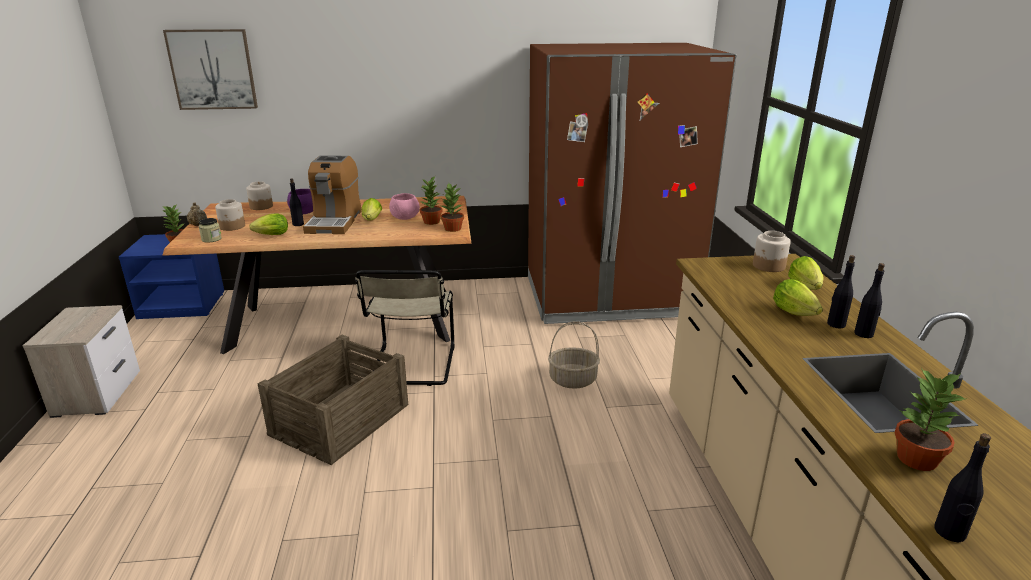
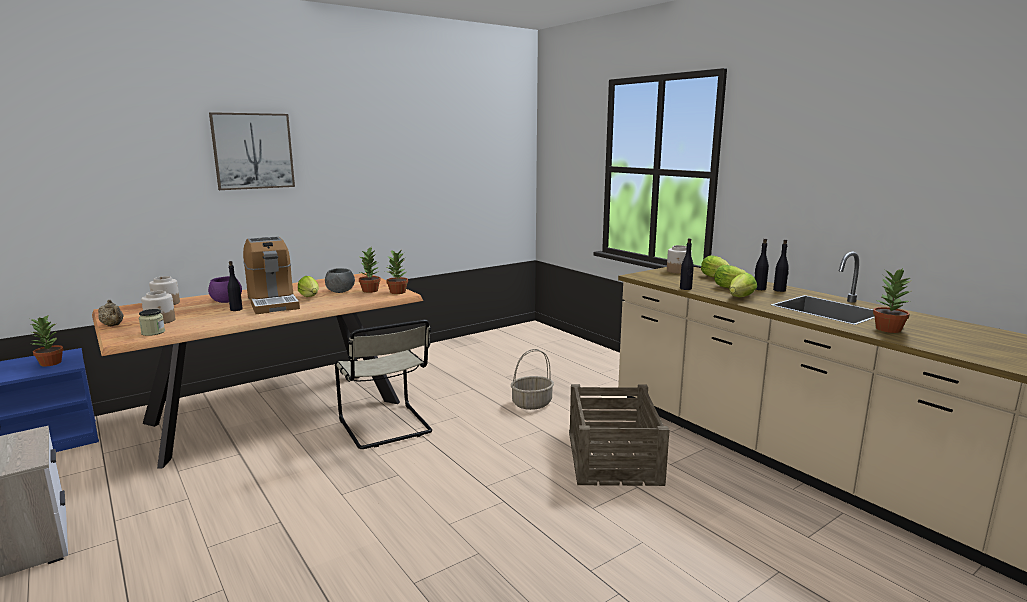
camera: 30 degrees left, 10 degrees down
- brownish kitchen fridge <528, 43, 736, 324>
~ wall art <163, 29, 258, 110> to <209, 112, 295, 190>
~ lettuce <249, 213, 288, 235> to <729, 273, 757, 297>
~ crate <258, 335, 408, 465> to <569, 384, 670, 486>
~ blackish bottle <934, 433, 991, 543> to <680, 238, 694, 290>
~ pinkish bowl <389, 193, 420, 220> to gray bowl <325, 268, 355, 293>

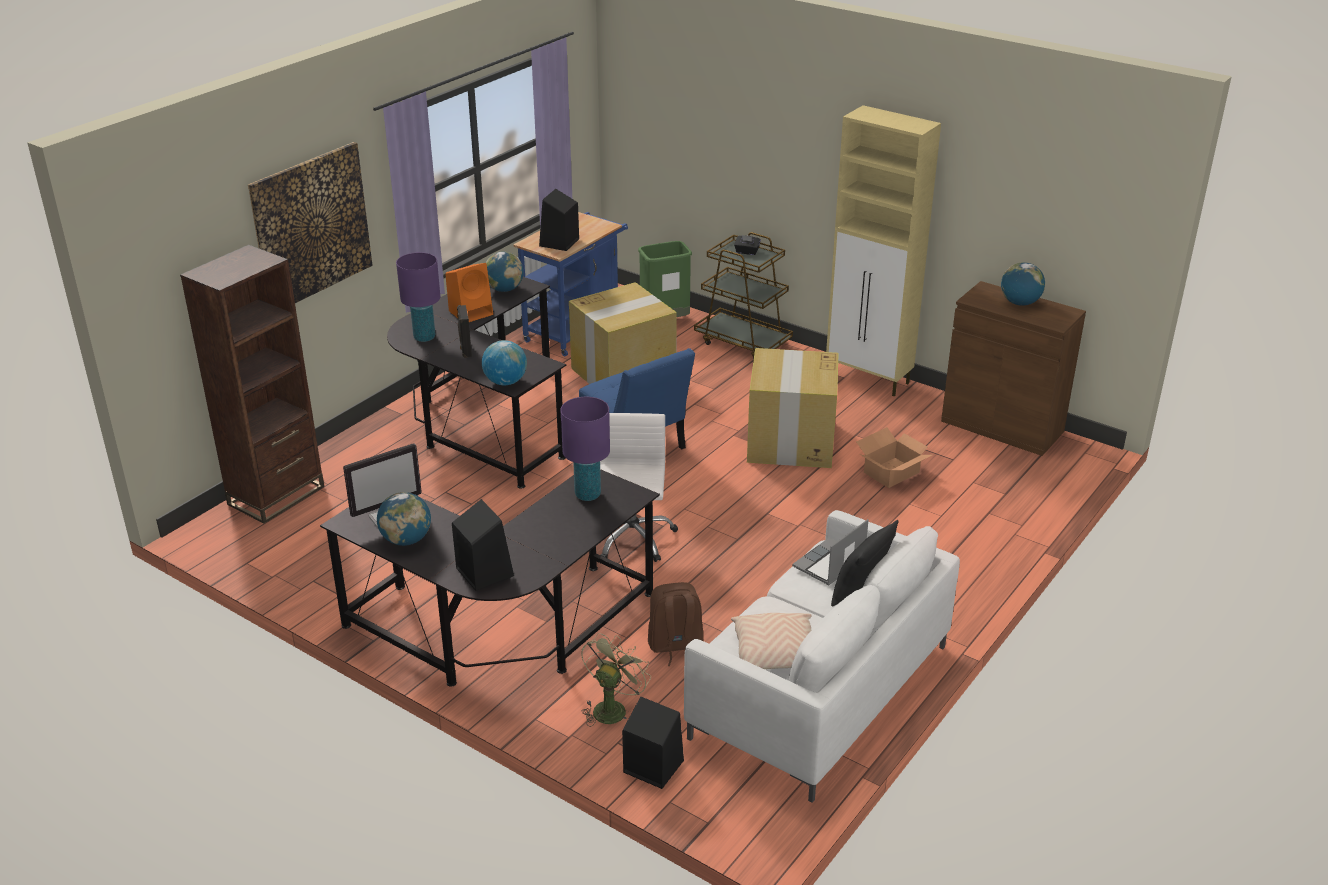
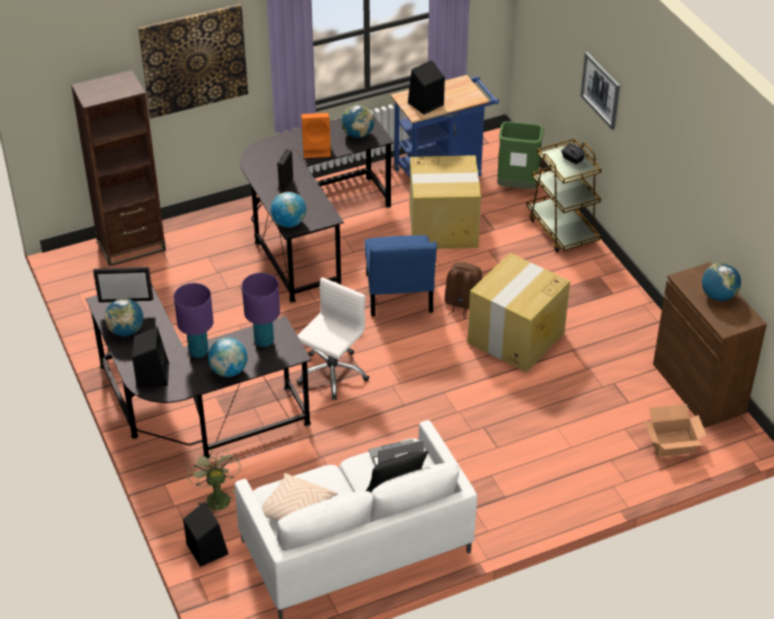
camera: 30 degrees right, 10 degrees up
- sand-coloured storage cabinet <826, 105, 941, 396>
+ globe <208, 338, 247, 377>
+ wall art <581, 52, 620, 130>
~ purplish table lamp <396, 252, 440, 342> to <174, 283, 214, 358>
~ brownish rucksack <648, 582, 703, 666> to <445, 262, 482, 319>
~ carton <856, 427, 932, 488> to <644, 404, 707, 457>
~ greenish electric fan <581, 633, 651, 727> = <187, 448, 241, 517> 75 degrees counterclockwise

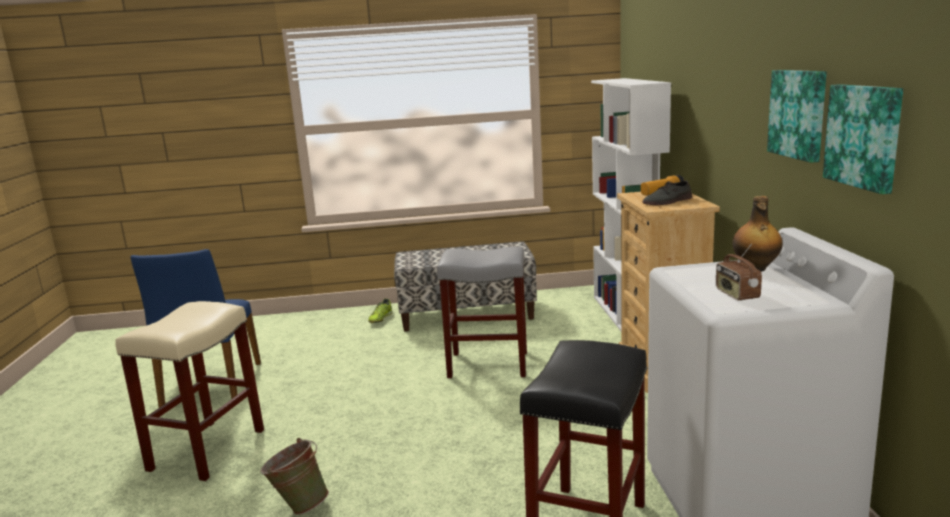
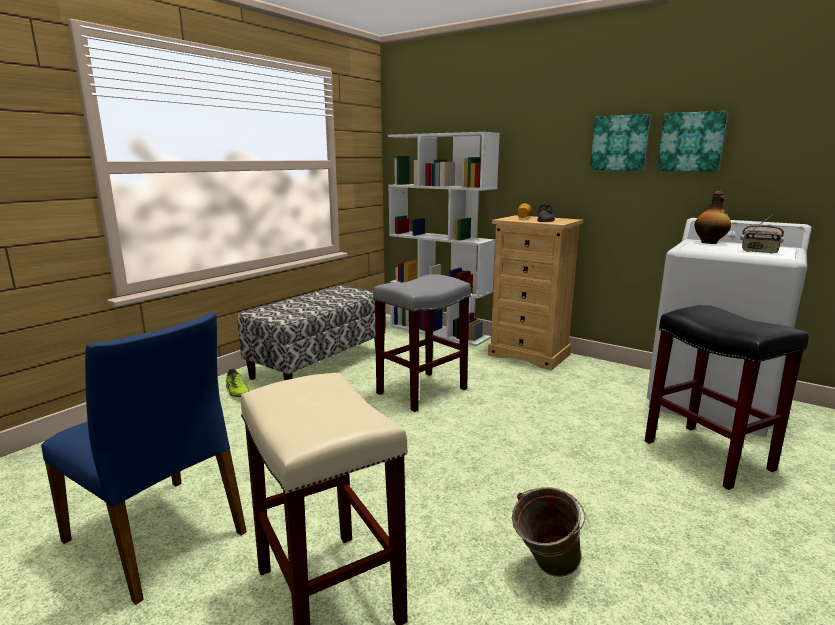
camera: 50 degrees left, 0 degrees up
~ wall art <823, 84, 903, 194> to <590, 114, 650, 170>

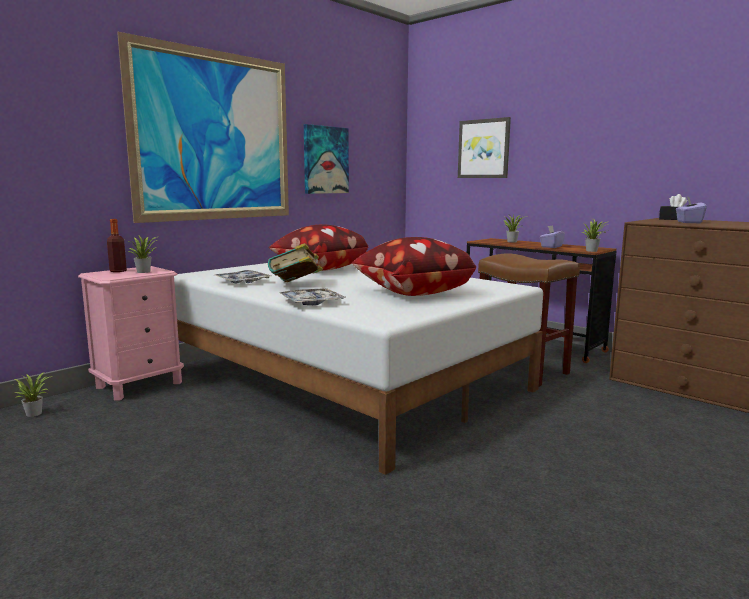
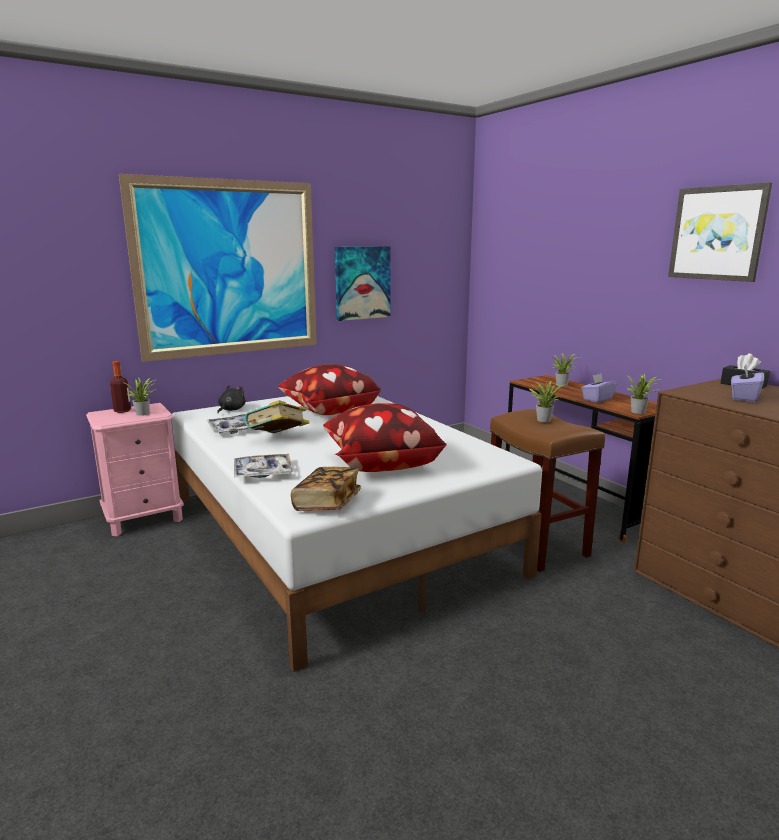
camera: 15 degrees right, 5 degrees up
+ blackish soft toy <217, 385, 246, 413>
+ bound book <291, 467, 361, 511>
~ potted plant <14, 372, 53, 417> to <528, 381, 563, 422>
~ wall art <458, 117, 511, 178> to <668, 182, 772, 282>

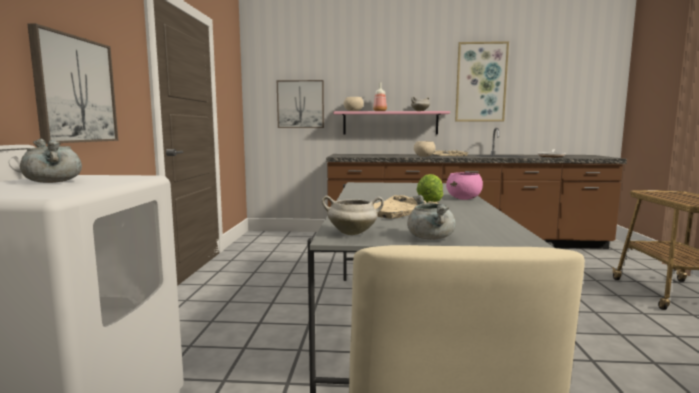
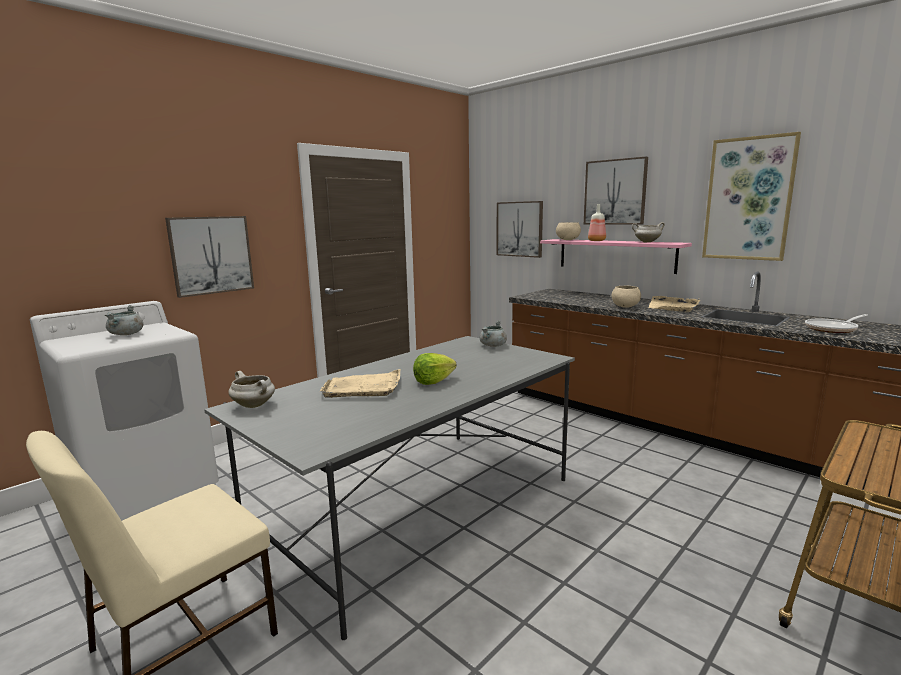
camera: 40 degrees right, 5 degrees up
- pinkish bowl <446, 172, 483, 200>
+ wall art <584, 157, 648, 225>
~ gray stockpot <407, 195, 456, 239> to <480, 320, 507, 347>

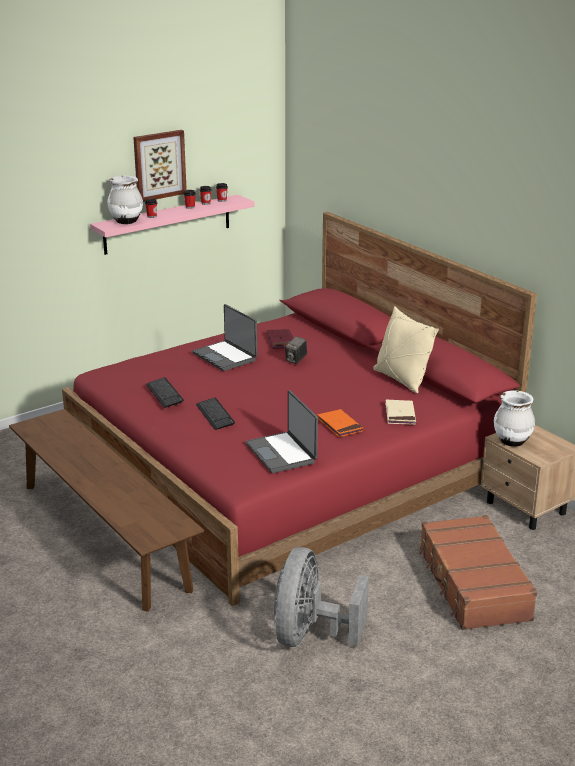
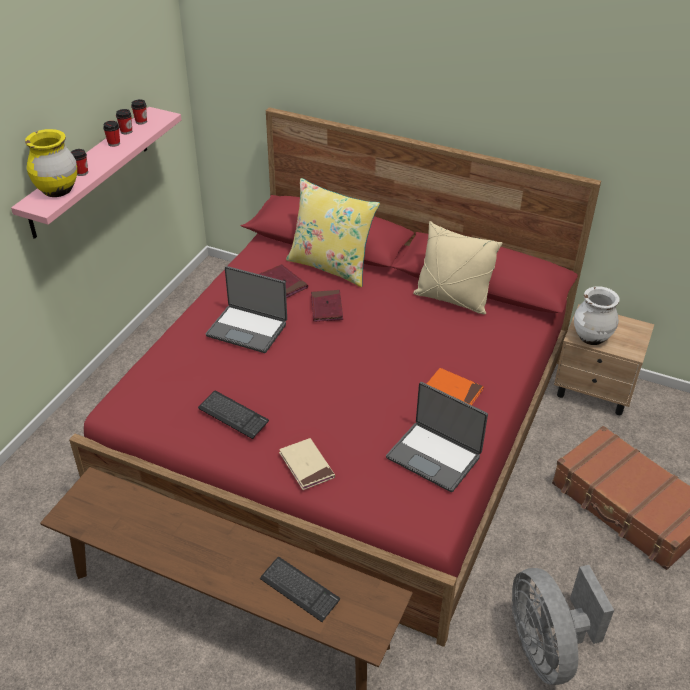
camera: 30 degrees left, 15 degrees up
- wall art <133, 130, 187, 202>
+ yellow-coloured pillow <286, 178, 380, 287>
~ computer keyboard <196, 398, 235, 430> to <260, 557, 340, 622>
~ sand-coloured bound book <385, 400, 416, 425> to <279, 438, 335, 490>
~ still camera <285, 336, 307, 364> to red bound book <311, 290, 343, 322>
~ white-coloured decorative vase <107, 176, 143, 224> to yellow-coloured decorative vase <25, 129, 77, 197>

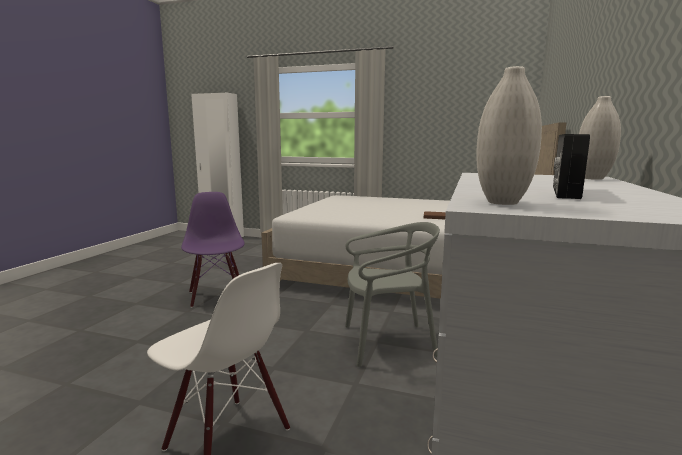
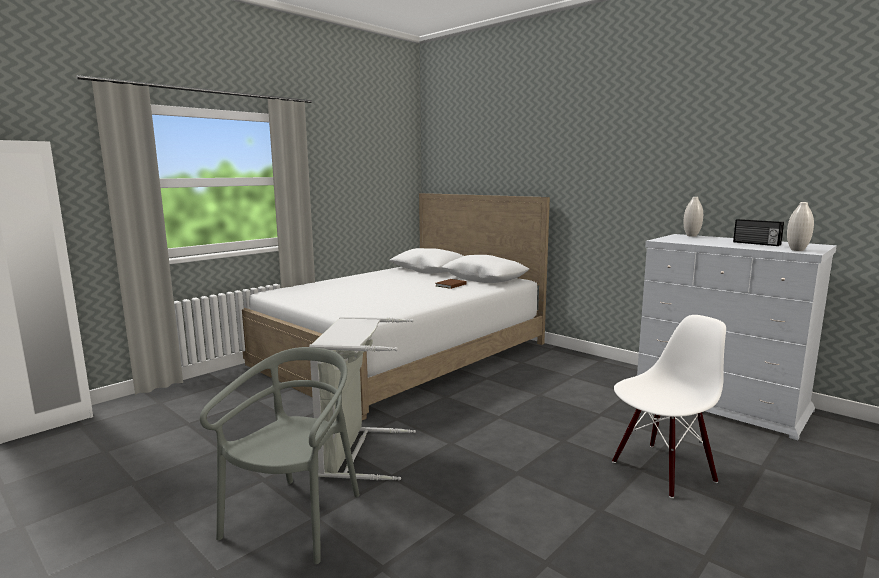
camera: 65 degrees left, 0 degrees up
~ gray upright chair <345, 222, 440, 367> to <200, 347, 360, 564>
~ purplish upright chair <181, 192, 245, 308> to gray washing basket <309, 317, 416, 480>

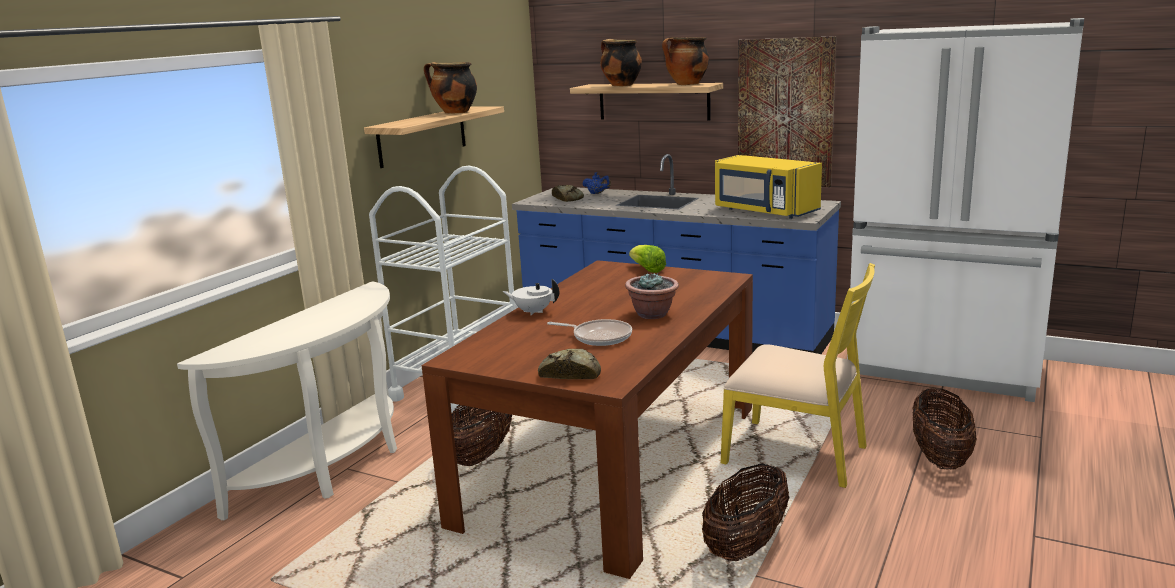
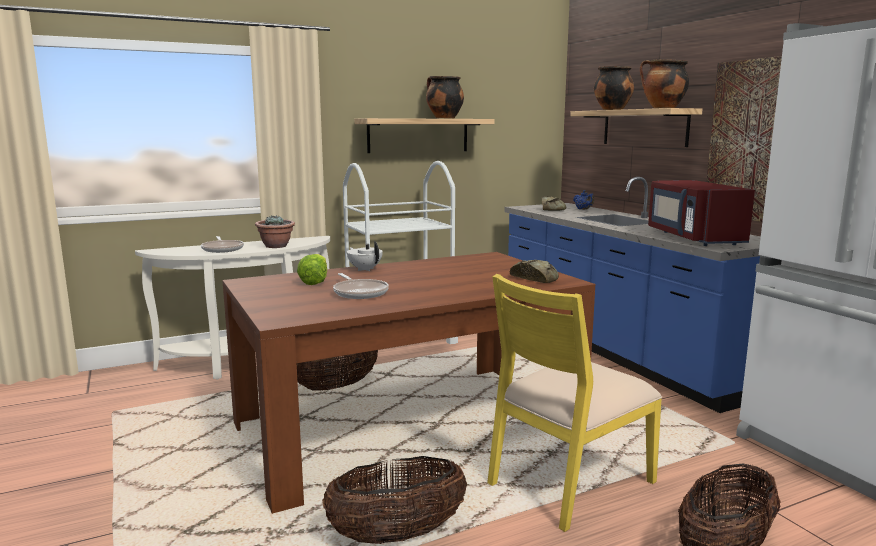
camera: 35 degrees right, 5 degrees down
+ frying pan <201, 236, 244, 253>
~ baked bread <538, 349, 601, 379> to <510, 260, 559, 283>
~ potted plant <625, 273, 679, 319> to <255, 215, 295, 248>
~ lettuce <629, 245, 666, 273> to <297, 254, 327, 285>
~ yellow-coloured microwave <715, 155, 822, 219> to red microwave <648, 180, 755, 246>
~ yellow-coloured upright chair <721, 263, 875, 488> = <487, 274, 662, 532> 75 degrees clockwise

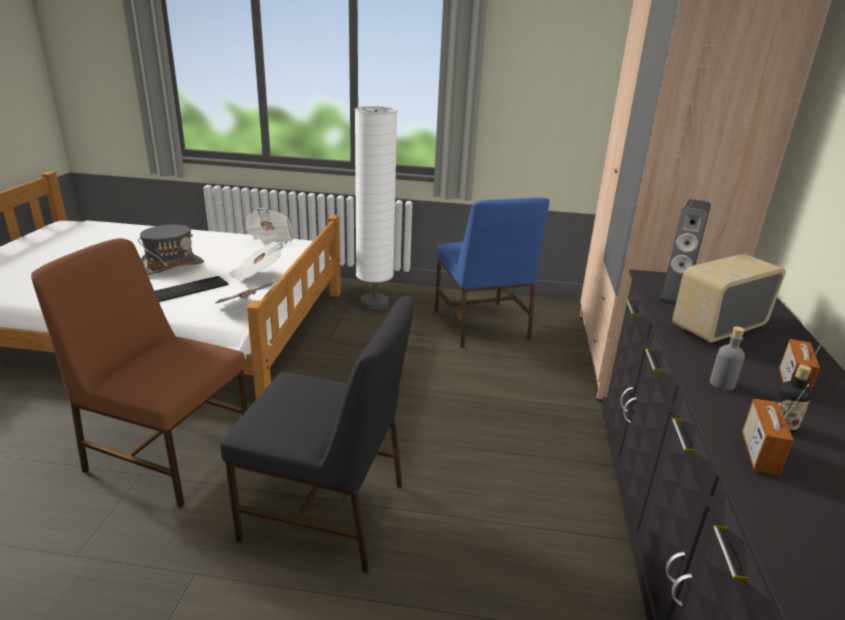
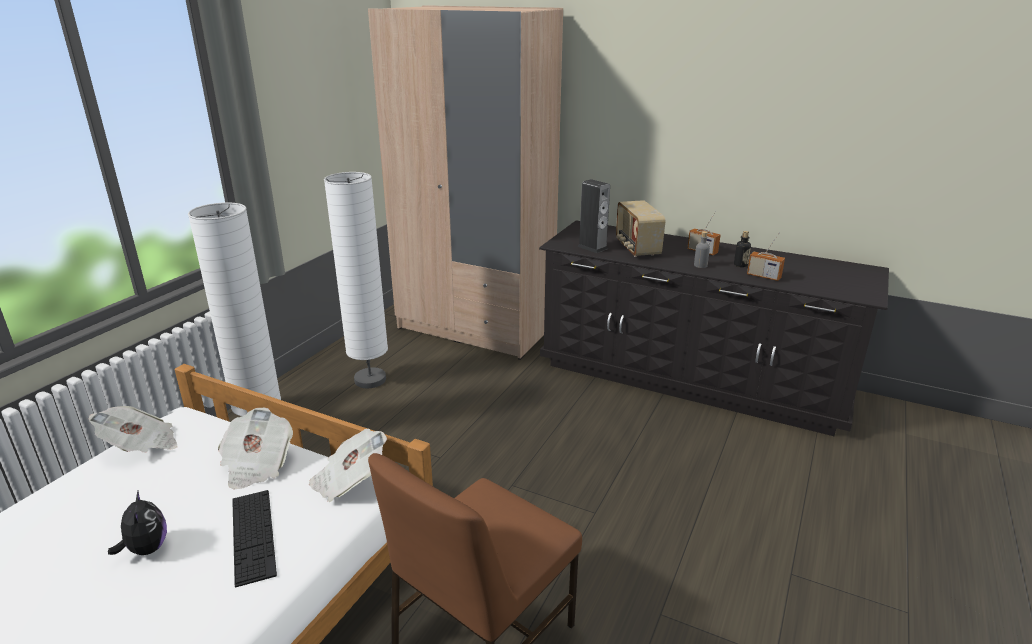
camera: 70 degrees left, 0 degrees up
- blackish upright chair <220, 296, 414, 573>
~ gray clothing hat <138, 224, 204, 275> to soft toy <108, 491, 167, 555>
~ blue upright chair <435, 197, 549, 348> to white-coloured standard lamp <324, 172, 388, 388>

